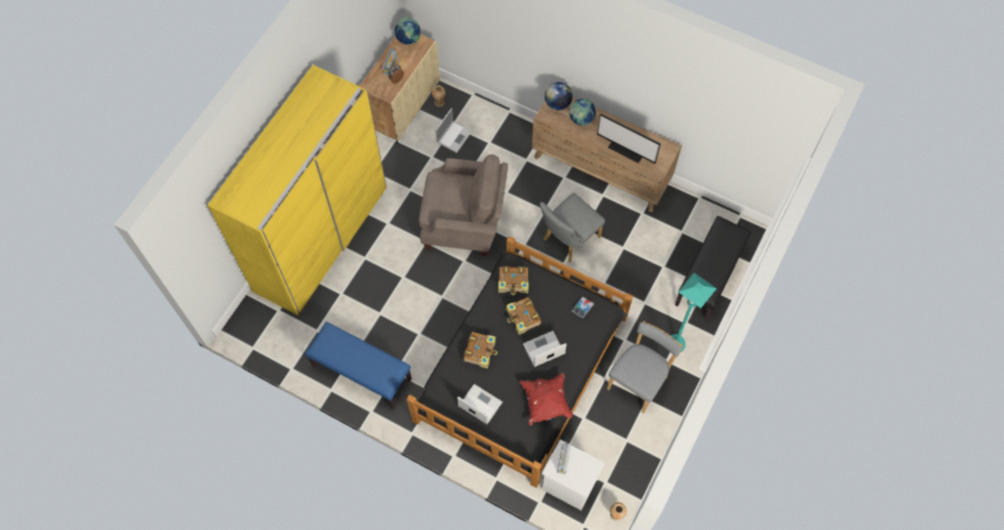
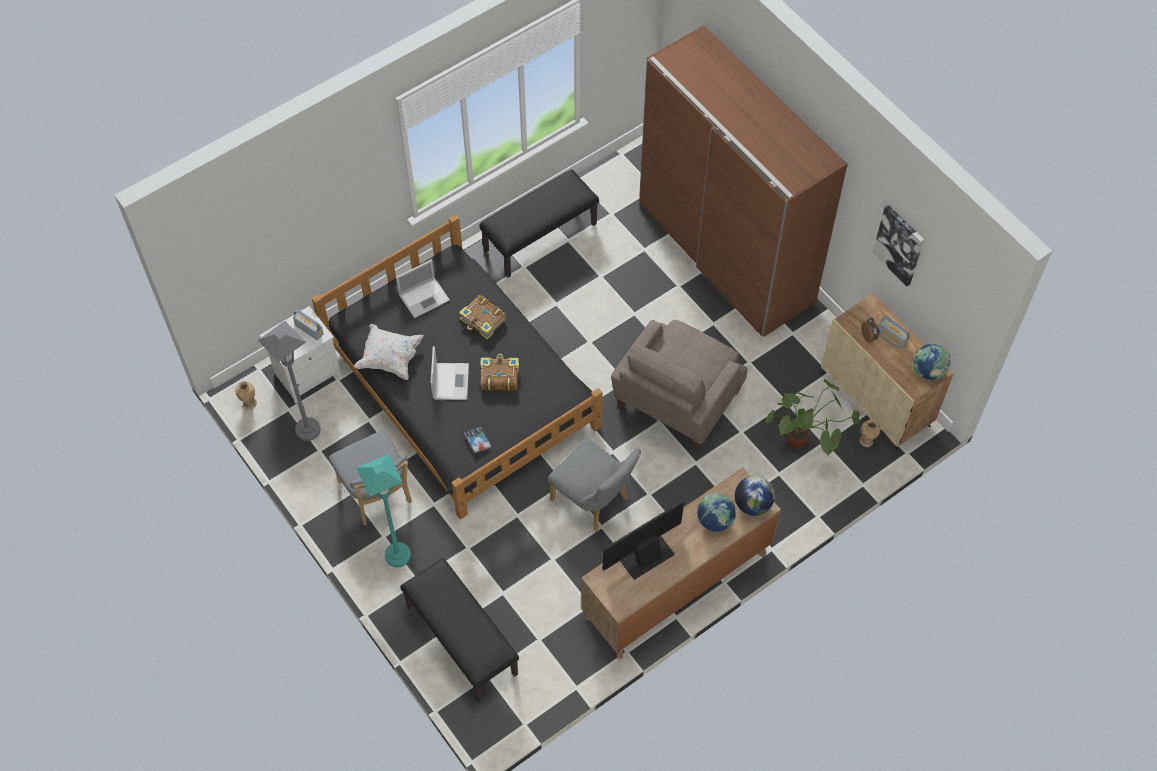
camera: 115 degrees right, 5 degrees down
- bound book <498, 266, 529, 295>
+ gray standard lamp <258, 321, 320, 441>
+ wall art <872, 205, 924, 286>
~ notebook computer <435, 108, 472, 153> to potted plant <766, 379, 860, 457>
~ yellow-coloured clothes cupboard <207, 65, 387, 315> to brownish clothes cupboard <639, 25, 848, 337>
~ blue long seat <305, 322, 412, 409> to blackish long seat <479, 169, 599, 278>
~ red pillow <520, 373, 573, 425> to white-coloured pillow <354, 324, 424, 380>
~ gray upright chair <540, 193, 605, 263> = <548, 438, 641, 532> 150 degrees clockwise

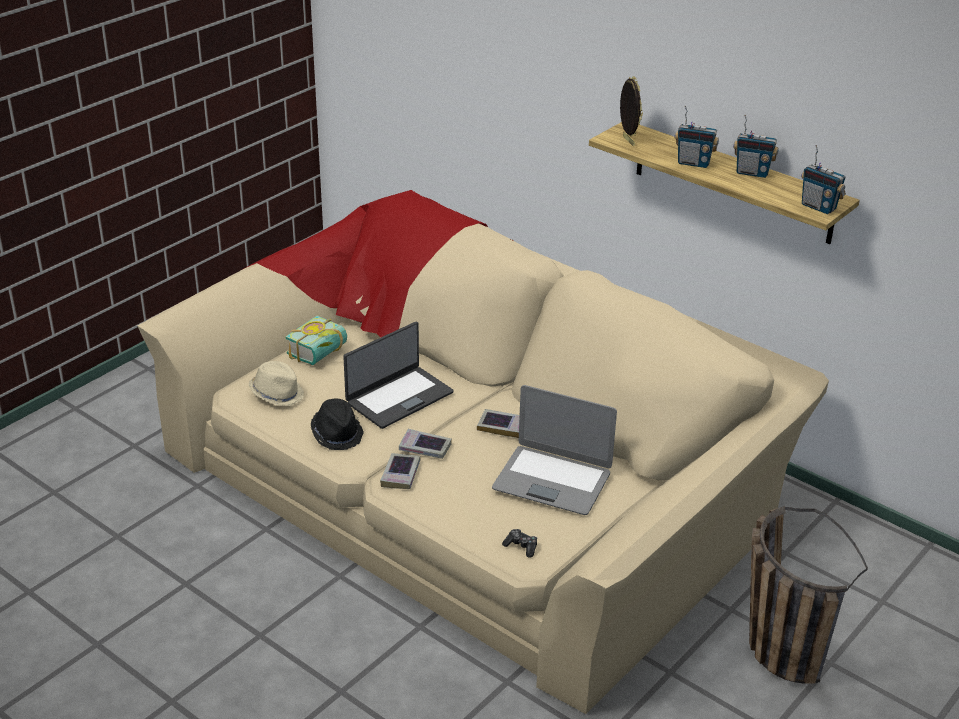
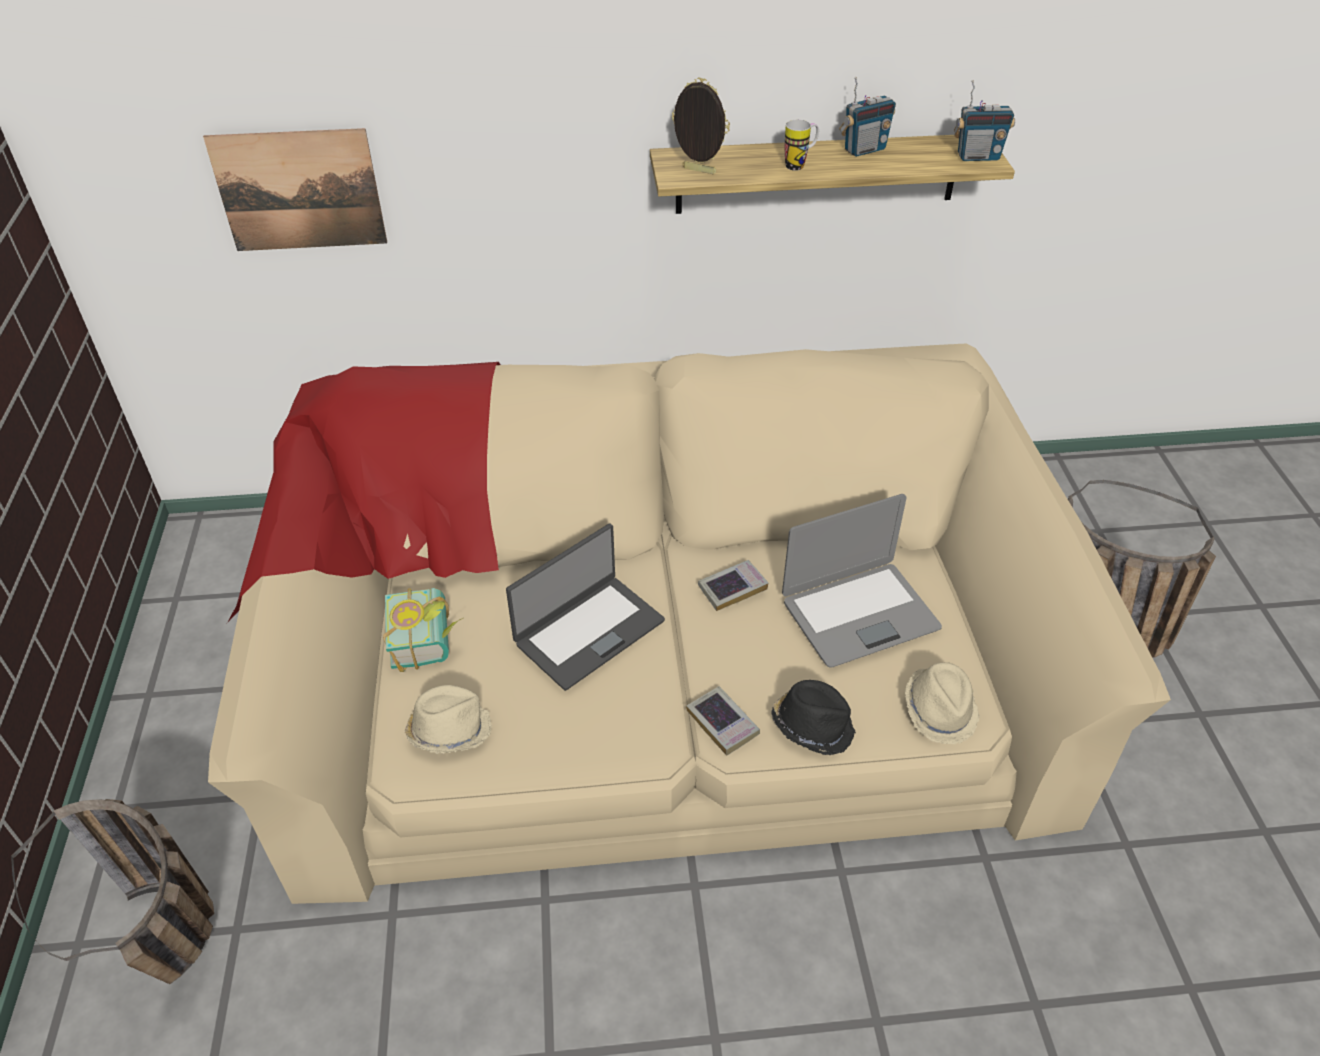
camera: 45 degrees left, 10 degrees up
- bound book <399, 429, 452, 459>
+ household basket <11, 799, 214, 984>
+ wall art <203, 128, 387, 251>
~ blackish clothing hat <311, 398, 364, 450> to <771, 680, 856, 756>
~ joypad <502, 529, 537, 558> to sand-coloured clothing hat <905, 662, 980, 744>
~ radio set <674, 105, 719, 168> to coffee mug <785, 120, 819, 171>
~ notebook computer <343, 322, 454, 429> = <506, 524, 665, 691> 45 degrees clockwise

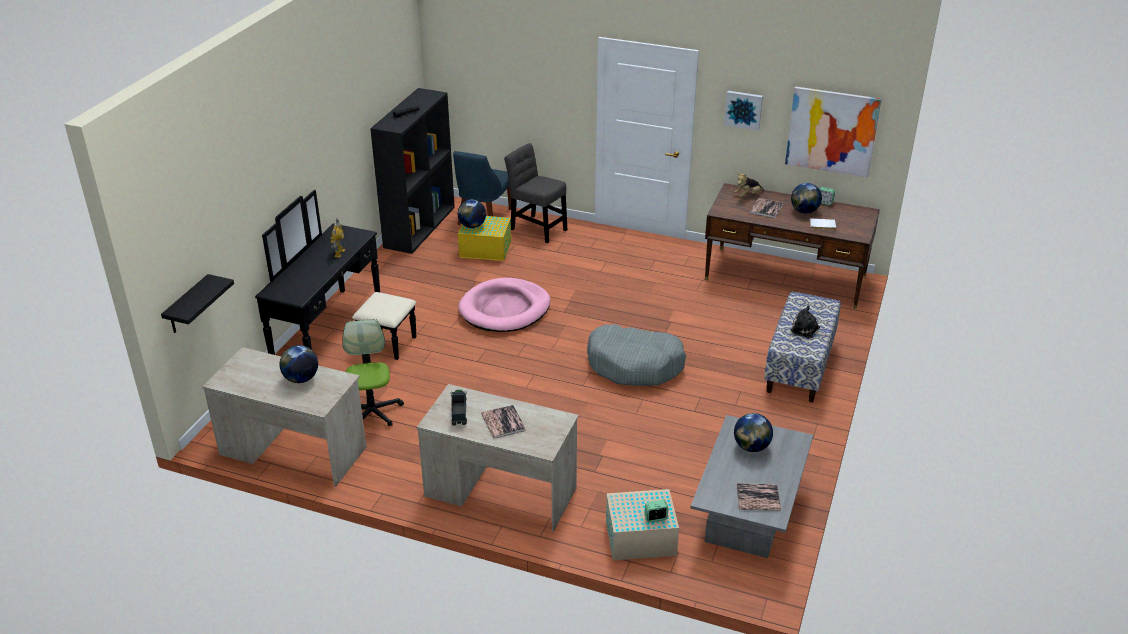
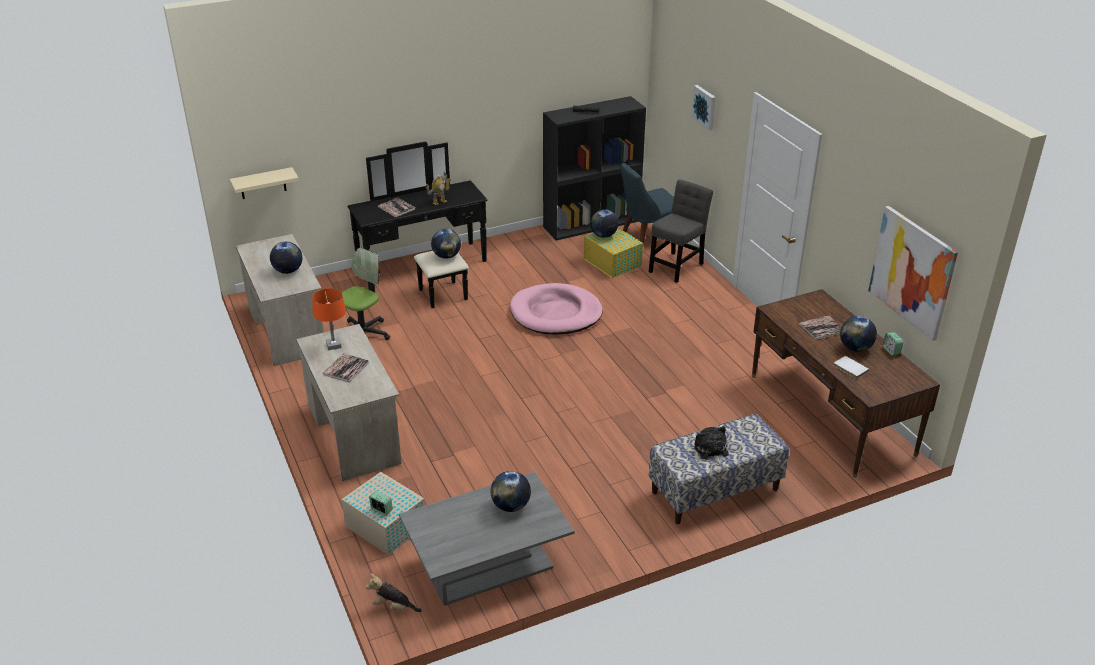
camera: 45 degrees right, 0 degrees up
- gray pet bed <587, 324, 686, 386>
+ globe <431, 229, 461, 259>
~ wall art <724, 91, 763, 130> to <691, 85, 716, 130>
~ soft toy <734, 173, 764, 197> to <365, 573, 422, 612>
~ bound book <736, 483, 781, 511> to <378, 198, 415, 218>
~ toy lorry <451, 390, 467, 425> to orangey table lamp <312, 288, 346, 350>
~ blackish bracket shelf <161, 274, 234, 333> to sand-coloured bracket shelf <230, 167, 299, 199>
~ gray upright chair <504, 143, 567, 243> = <649, 179, 713, 283> 45 degrees clockwise

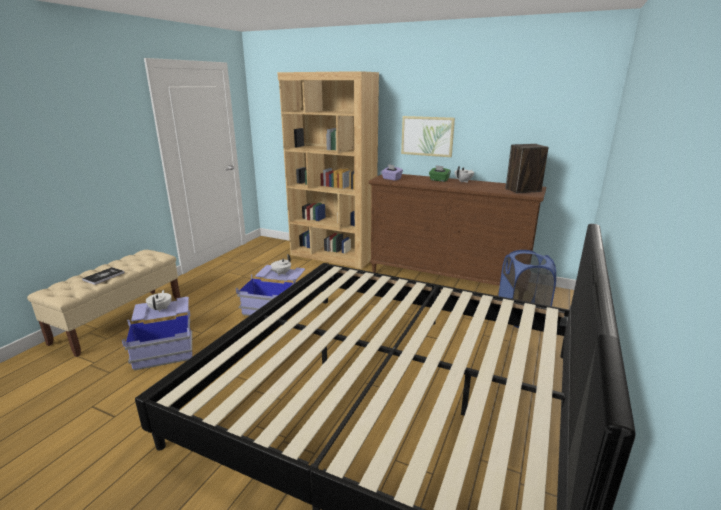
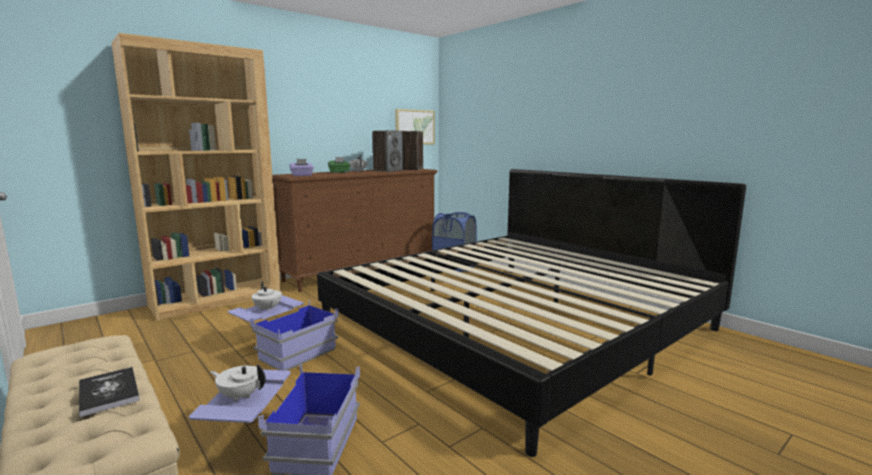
camera: 65 degrees left, 10 degrees down
+ audio speaker <372, 130, 403, 172>
~ wall art <401, 116, 455, 157> to <395, 109, 435, 145>

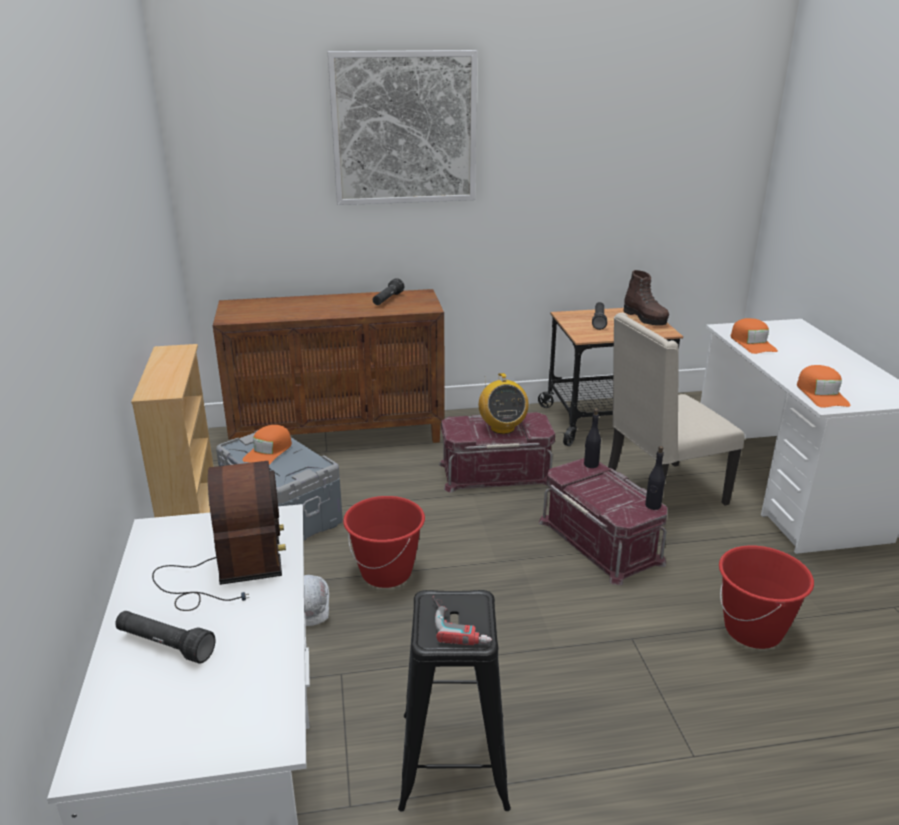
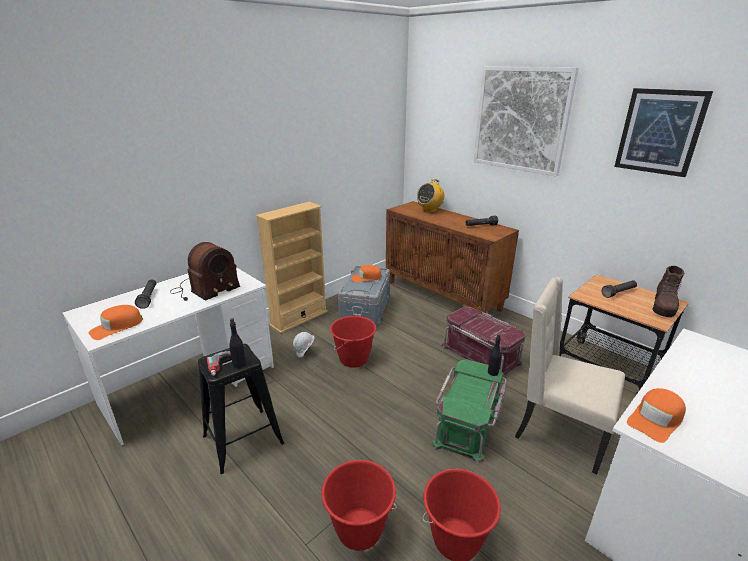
camera: 55 degrees right, 0 degrees up
+ red pail <321, 460, 397, 551>
+ wall art <614, 88, 713, 177>
~ radio set <479, 373, 529, 434> to <417, 179, 444, 213>
~ blackish bottle <645, 446, 665, 510> to <229, 318, 246, 369>
~ orangey peaked cap <730, 318, 778, 354> to <89, 305, 143, 340>
~ red storage box <539, 458, 668, 585> to greenish storage box <431, 359, 507, 465>

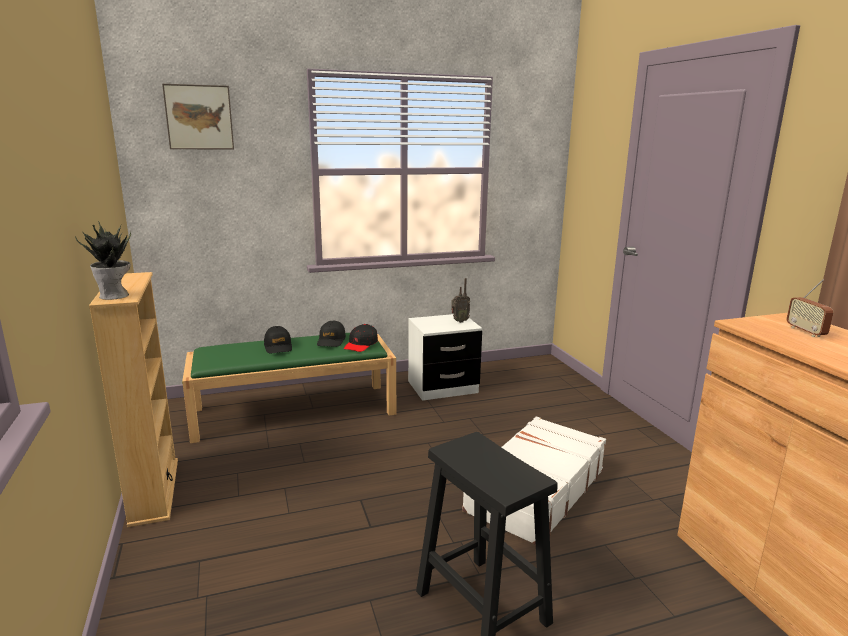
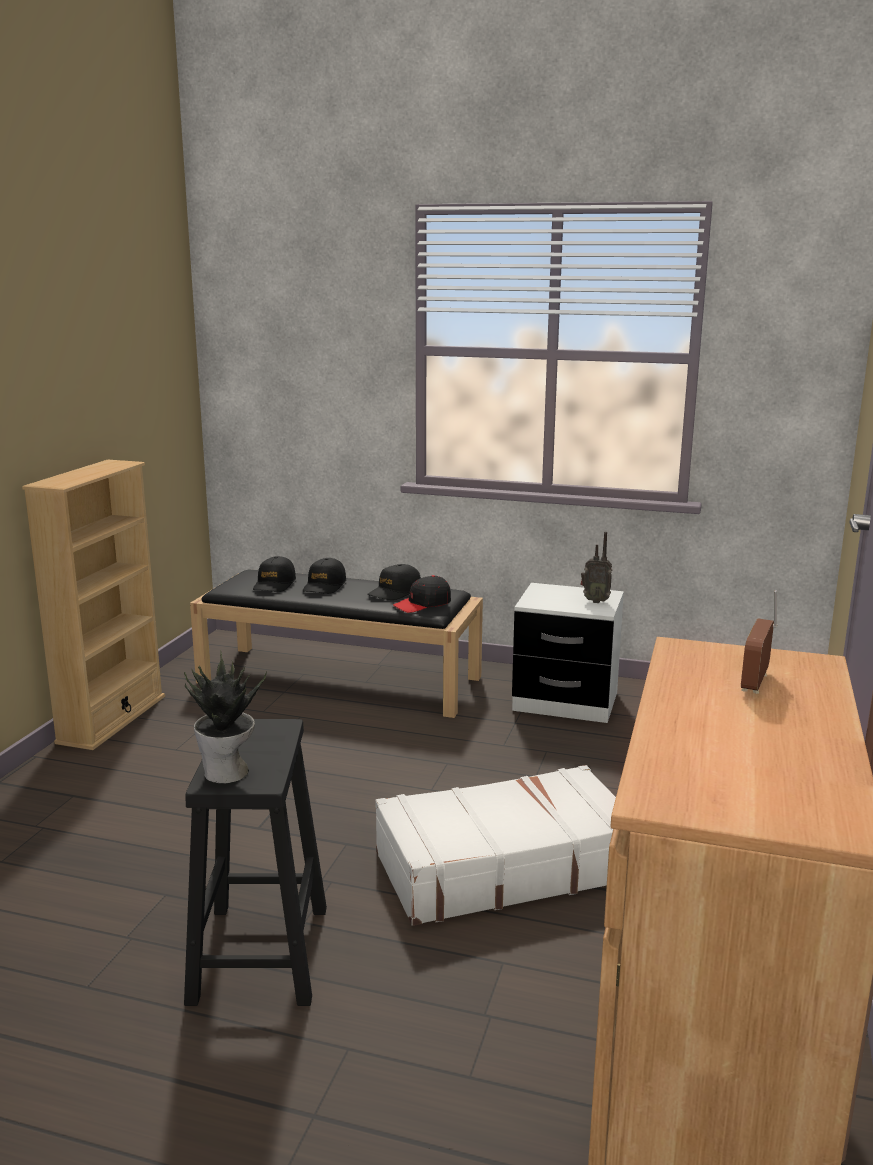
camera: 35 degrees right, 0 degrees up
- wall art <162, 84, 234, 149>
+ blackish peaked cap <253, 556, 296, 592>
~ potted plant <75, 221, 131, 300> to <184, 650, 267, 784>
~ greenish long seat <182, 333, 396, 443> to blackish long seat <190, 570, 483, 718>

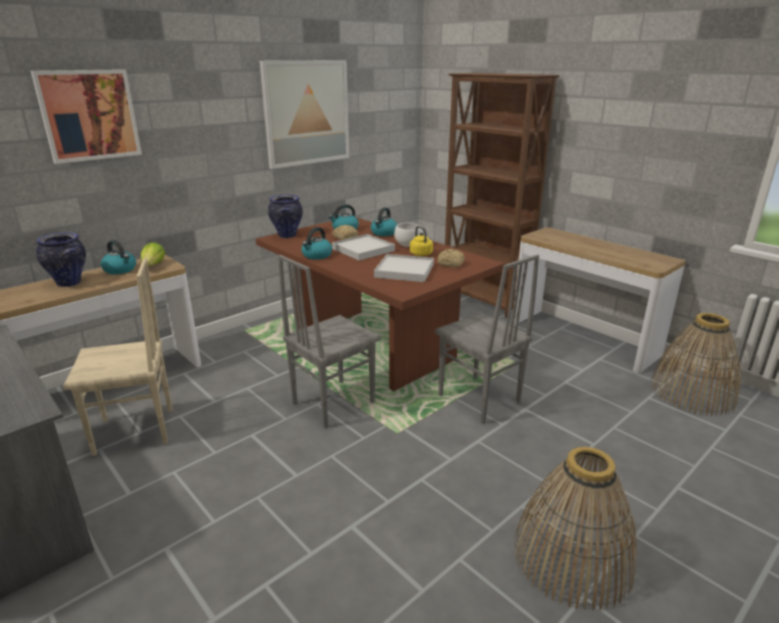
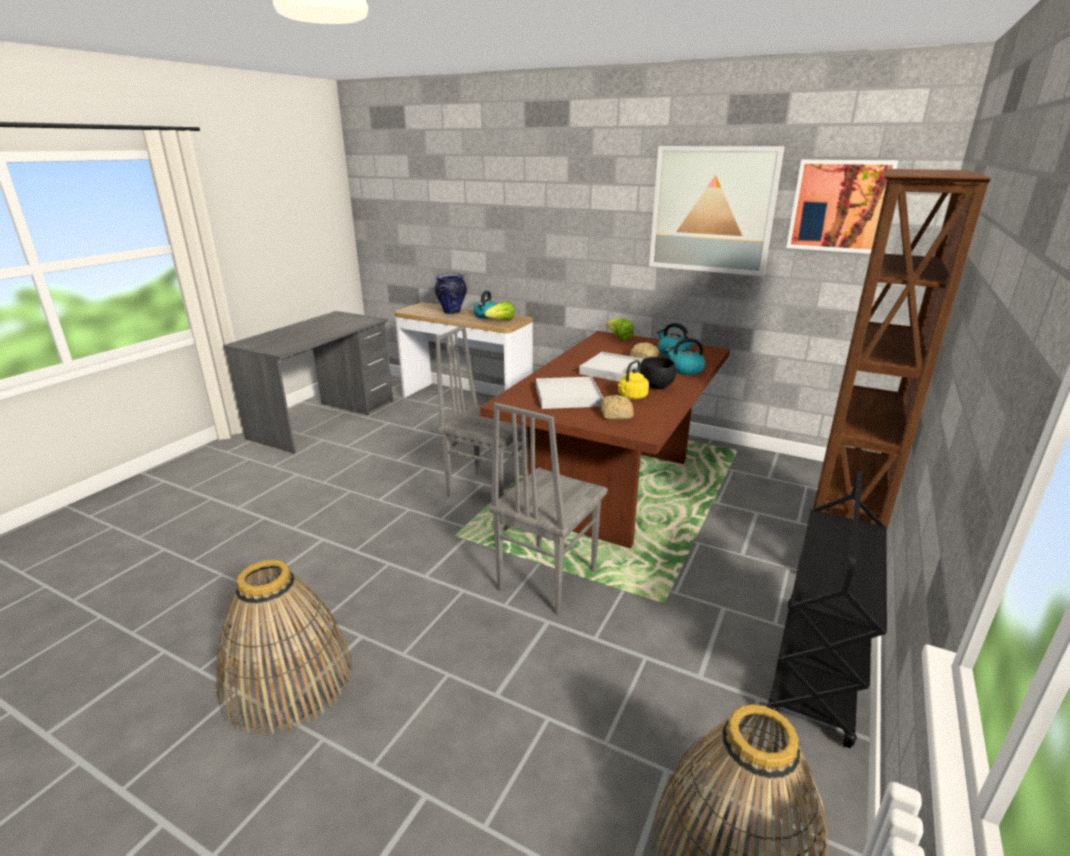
camera: 70 degrees right, 0 degrees up
- sand-coloured upright chair <63, 258, 172, 456>
- water kettle <302, 227, 332, 260>
~ wall art <31, 69, 142, 164> to <786, 159, 899, 254>
~ decorative vase <268, 194, 303, 238> to lettuce <606, 318, 634, 341>
~ hall table <514, 227, 686, 373> to blackish wheeled cart <767, 471, 887, 748>
~ white-coloured bowl <394, 223, 423, 247> to blackish bowl <640, 357, 676, 389>

